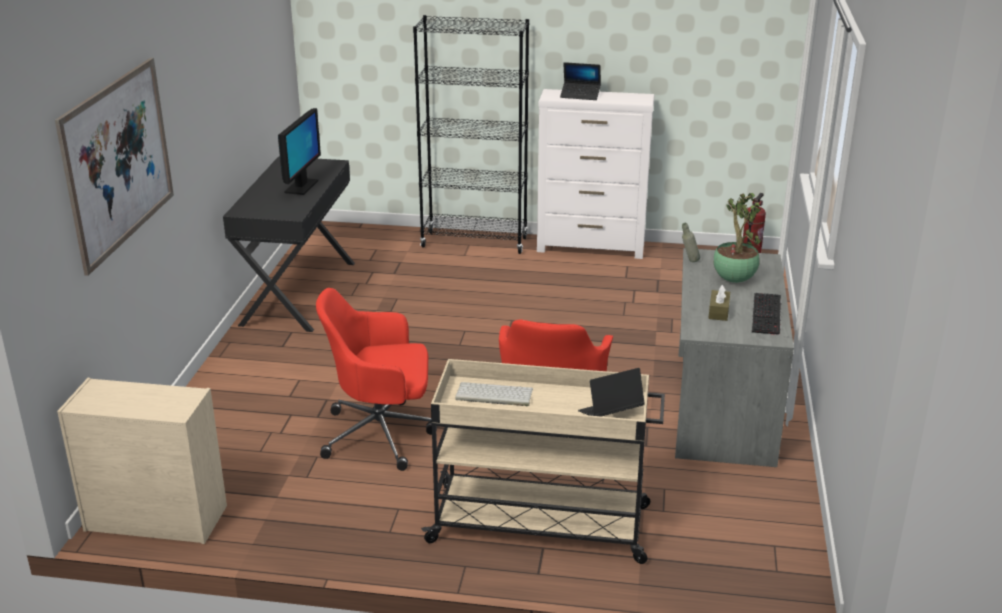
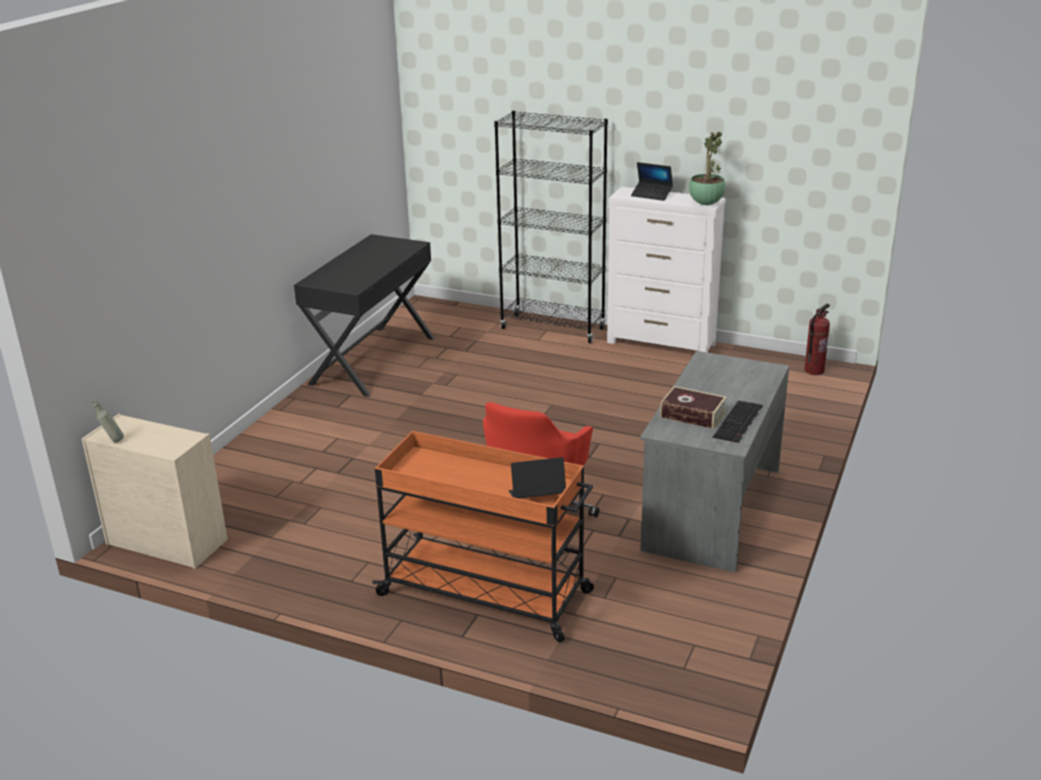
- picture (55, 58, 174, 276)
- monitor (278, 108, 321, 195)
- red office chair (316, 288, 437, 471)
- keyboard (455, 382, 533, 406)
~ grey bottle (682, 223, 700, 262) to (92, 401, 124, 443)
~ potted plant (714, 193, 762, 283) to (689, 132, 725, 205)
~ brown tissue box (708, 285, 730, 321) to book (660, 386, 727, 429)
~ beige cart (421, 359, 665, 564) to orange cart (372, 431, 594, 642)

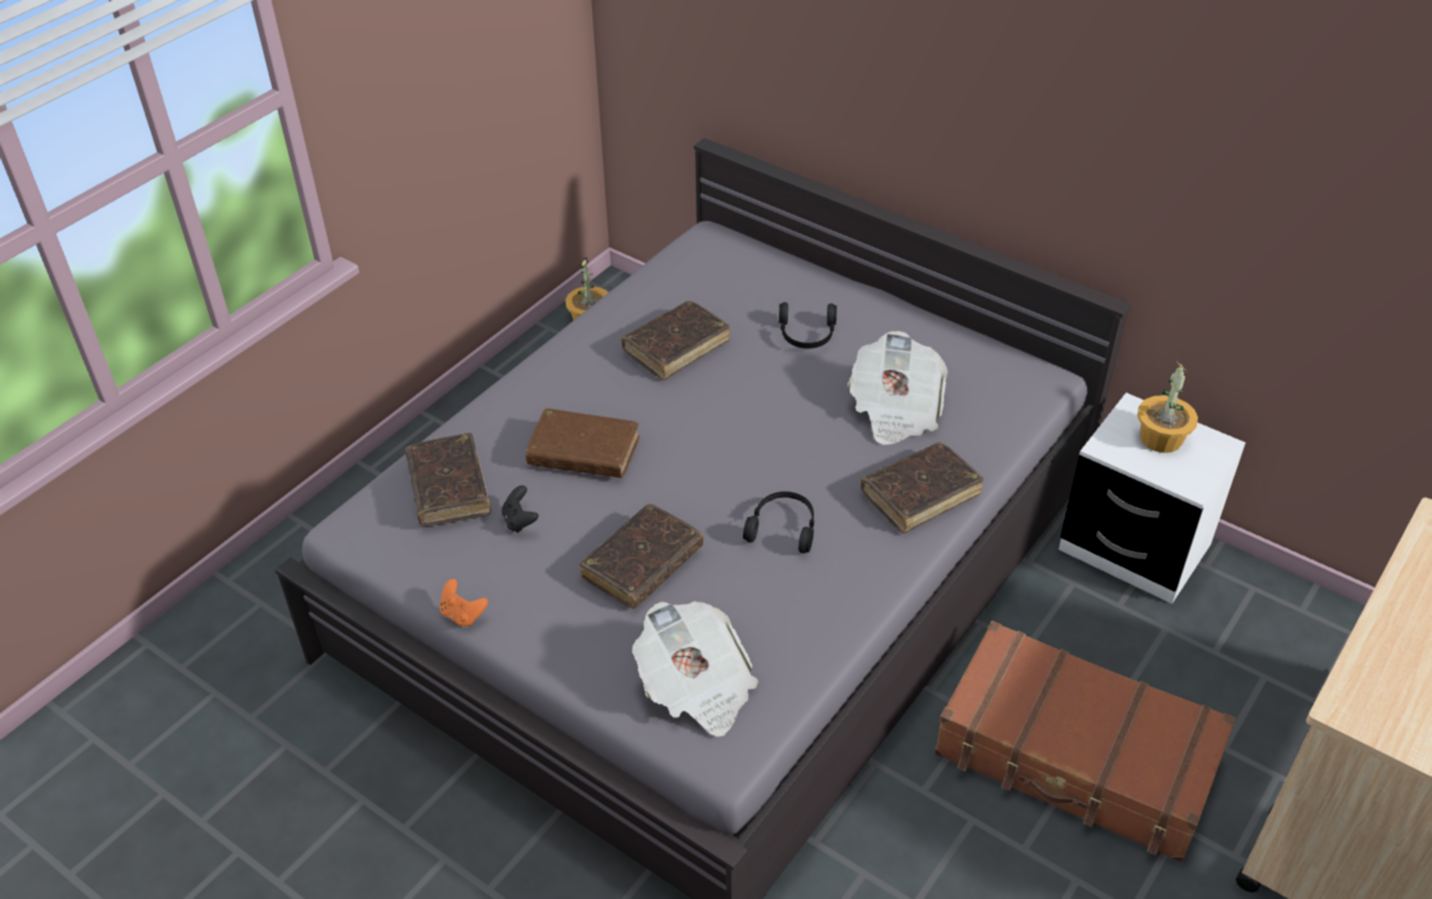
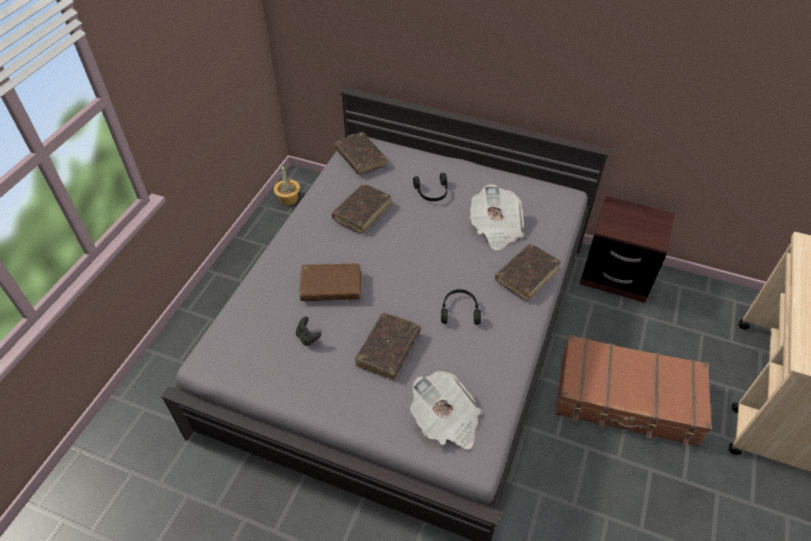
- orange game controller (440, 579, 488, 627)
- potted plant (1137, 360, 1198, 453)
~ brown book (405, 433, 491, 526) to (335, 132, 387, 175)
~ white nightstand (1059, 393, 1246, 604) to brown nightstand (580, 196, 675, 303)

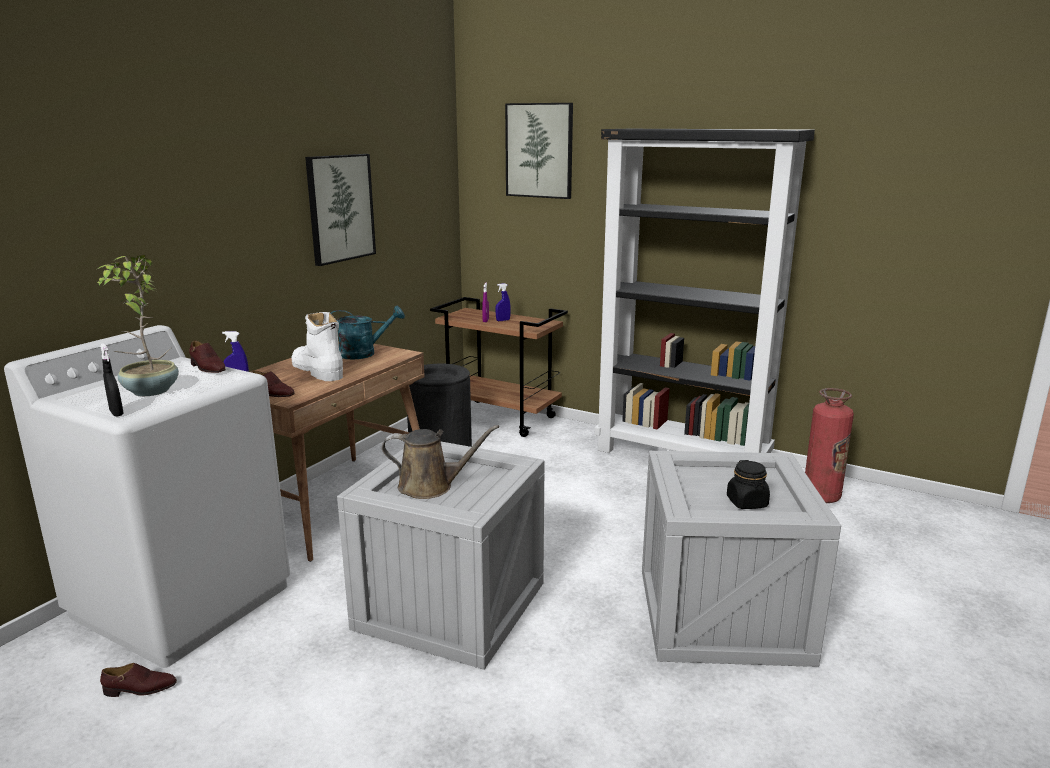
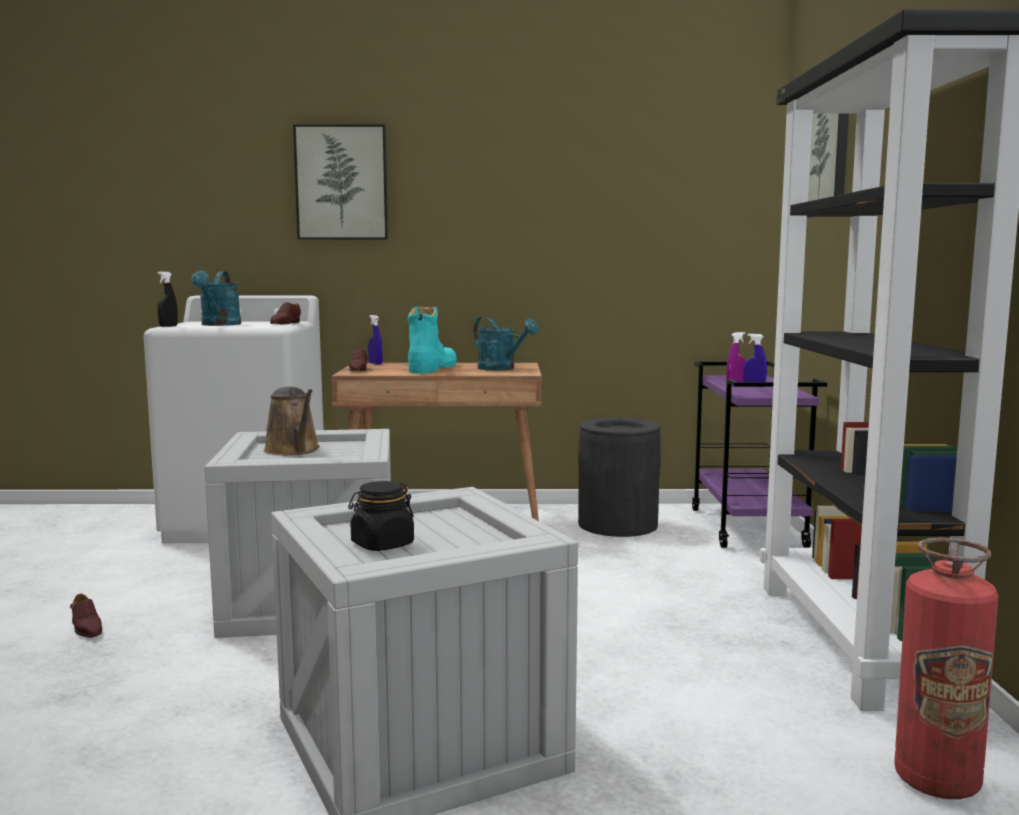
~ brown shoe (100, 663, 177, 697) to (70, 594, 102, 638)
~ picture (305, 154, 376, 266) to (293, 124, 388, 240)
~ potted plant (97, 255, 179, 396) to turquoise watering can (191, 271, 241, 326)
~ white boot (291, 312, 343, 381) to turquoise boot (407, 307, 457, 374)
~ brown cart (430, 297, 568, 437) to purple cart (692, 362, 827, 548)

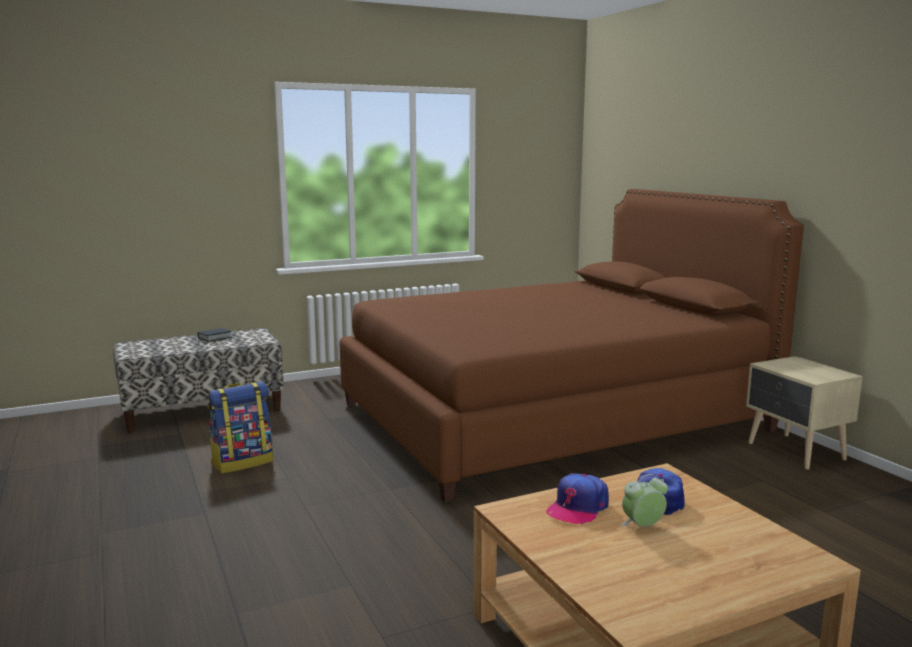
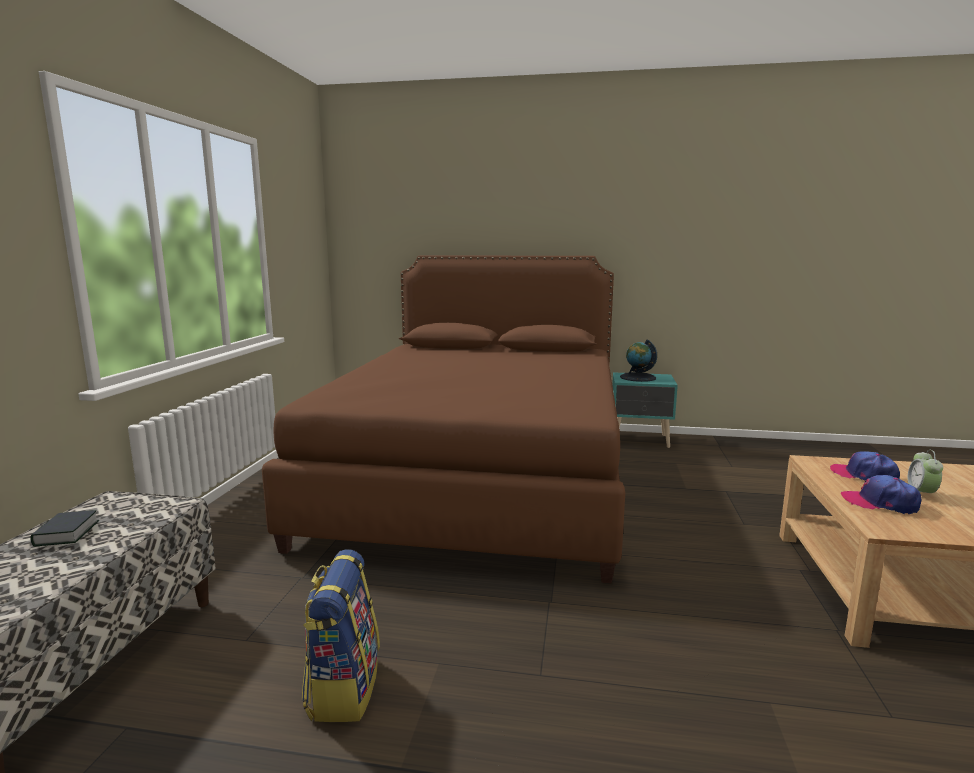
+ globe (620, 340, 657, 382)
~ beige nightstand (746, 356, 863, 470) to turquoise nightstand (612, 372, 678, 448)
~ cap (546, 473, 609, 525) = (841, 475, 921, 514) 135 degrees clockwise

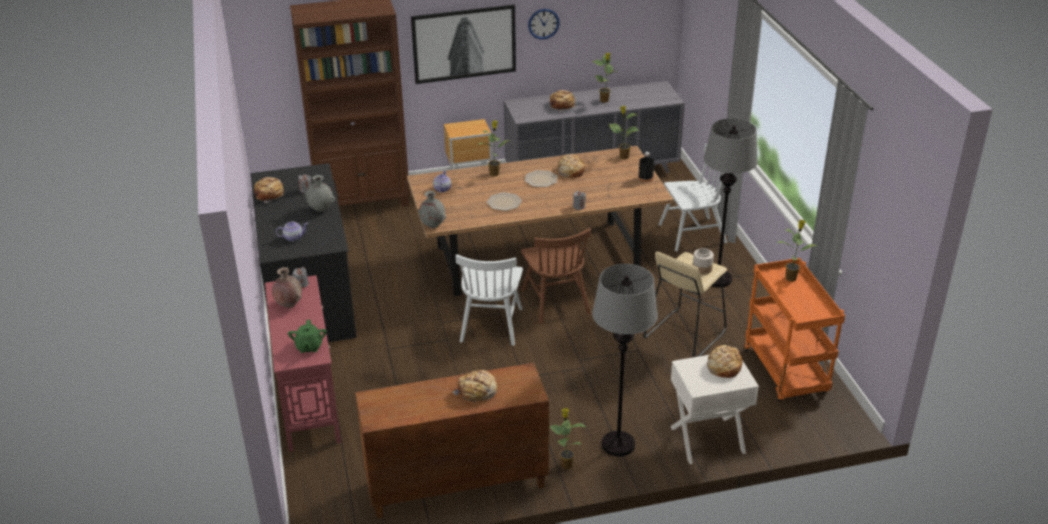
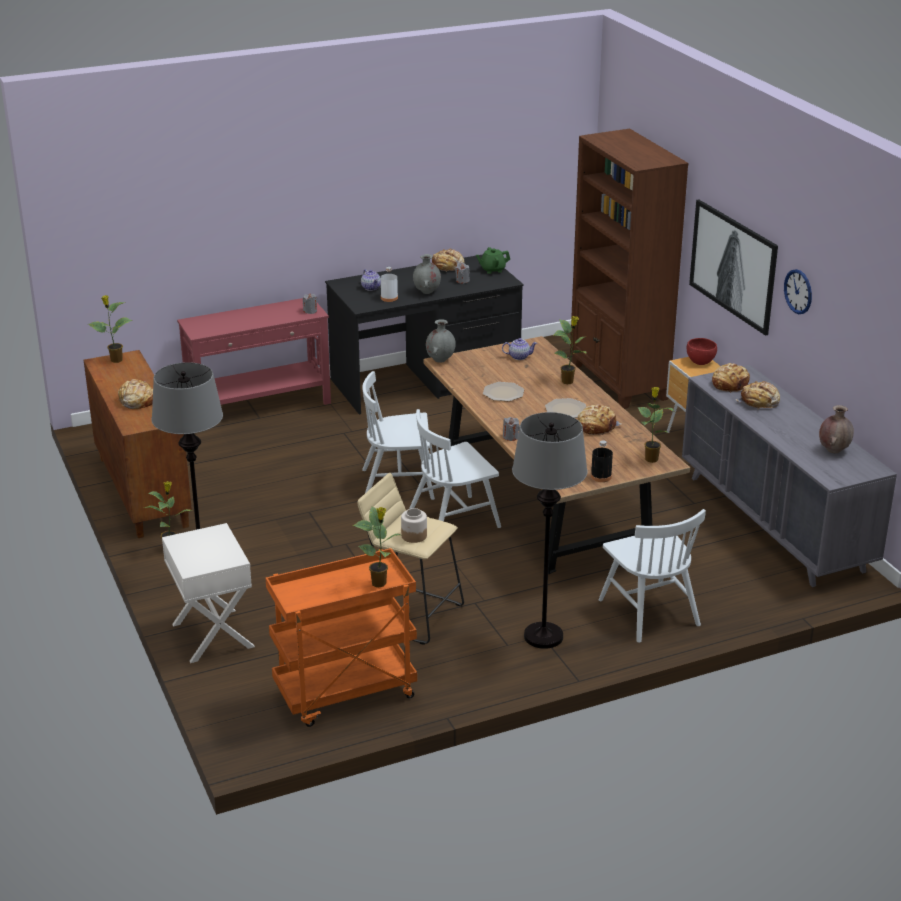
+ white bottle (381, 267, 398, 302)
+ red bowl (687, 338, 717, 365)
~ brown vase (272, 267, 302, 308) to (819, 405, 854, 453)
~ green teapot (288, 320, 327, 353) to (476, 247, 510, 274)
~ potted plant (592, 53, 618, 103) to (88, 295, 132, 363)
~ bread (707, 345, 743, 378) to (712, 363, 750, 393)
~ brown chair (521, 228, 591, 324) to white chair (409, 409, 501, 528)

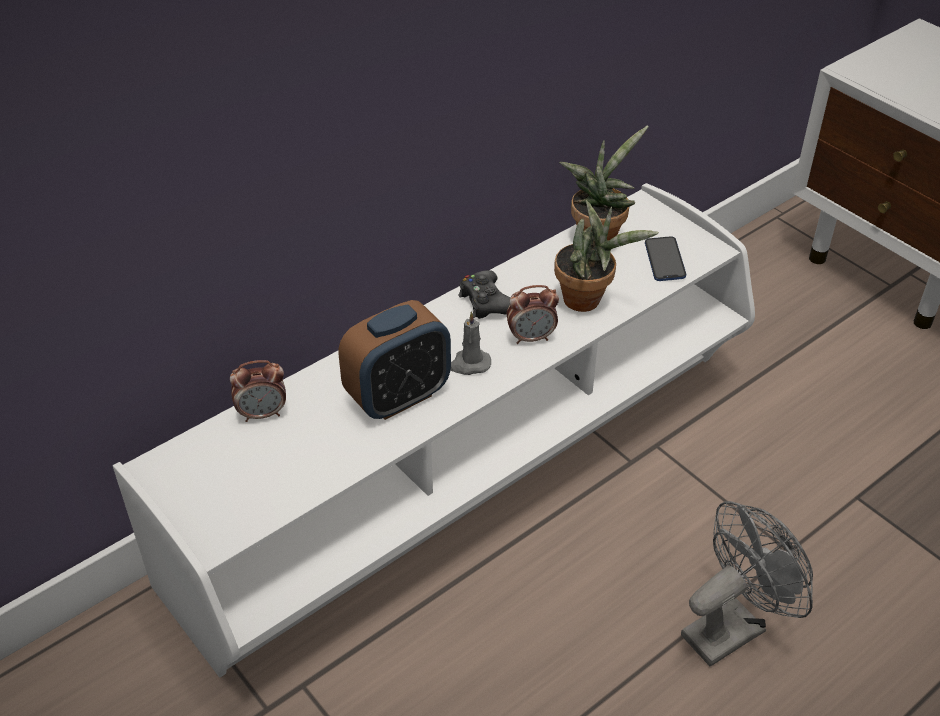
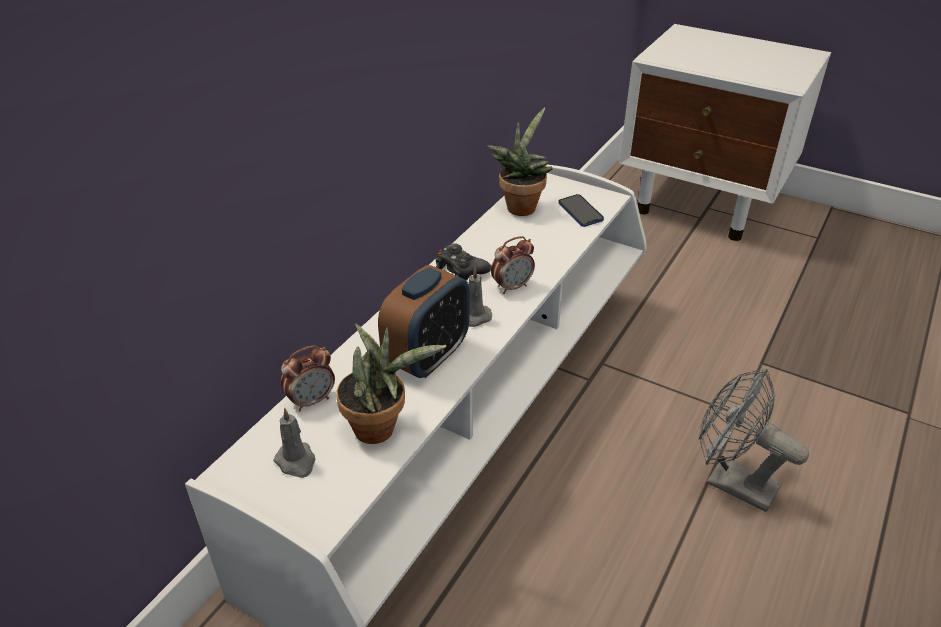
+ grey candle (273, 408, 315, 478)
~ potted plant (554, 200, 659, 312) to (336, 323, 447, 444)
~ grey fan (681, 501, 813, 667) = (699, 369, 809, 512) 90 degrees counterclockwise

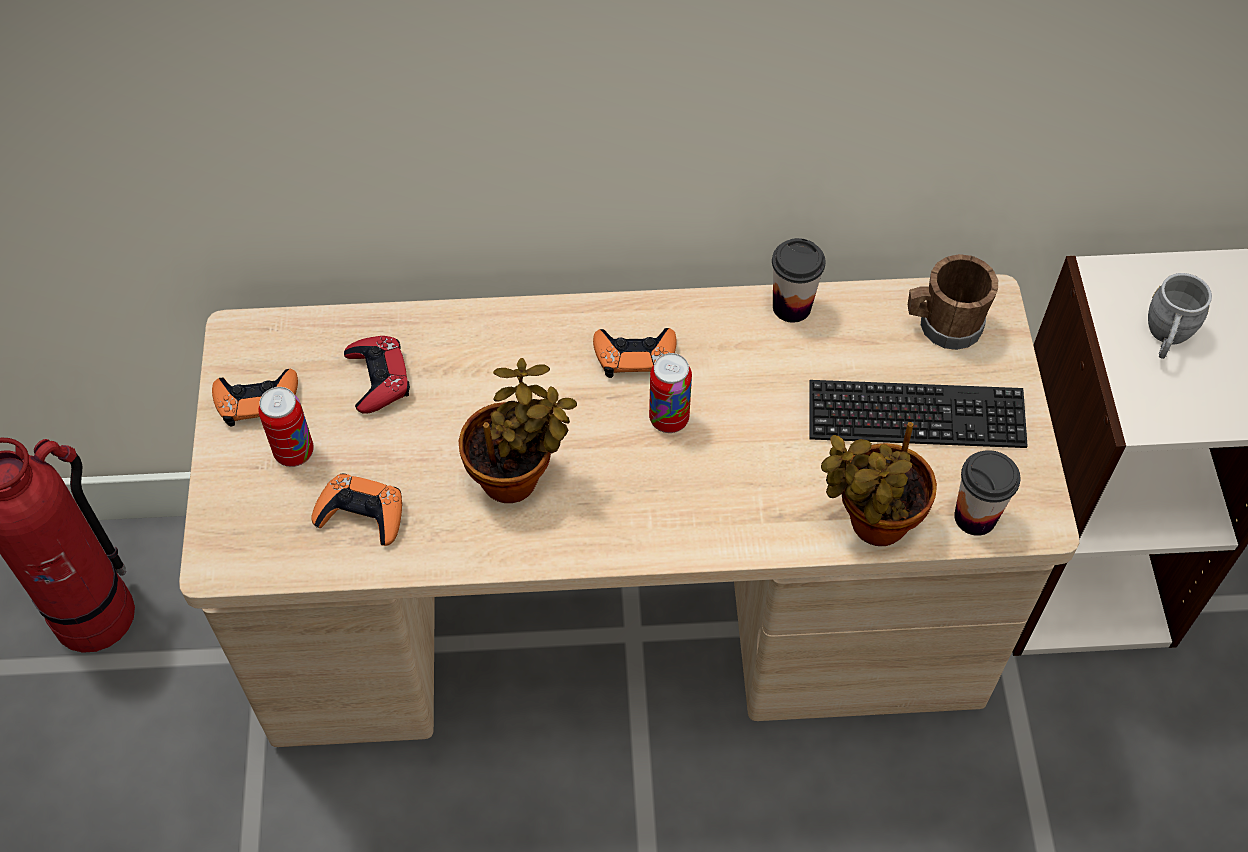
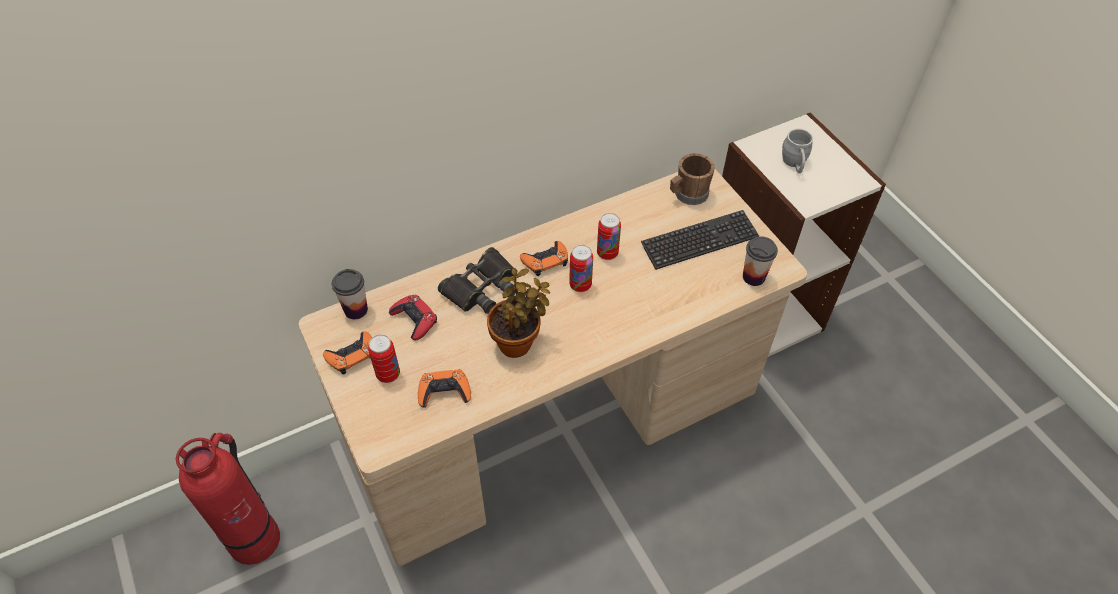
- potted plant (821, 422, 937, 546)
+ black binoculars (438, 247, 517, 314)
+ can (597, 213, 621, 260)
~ cup (772, 238, 825, 323) to (332, 269, 368, 319)

